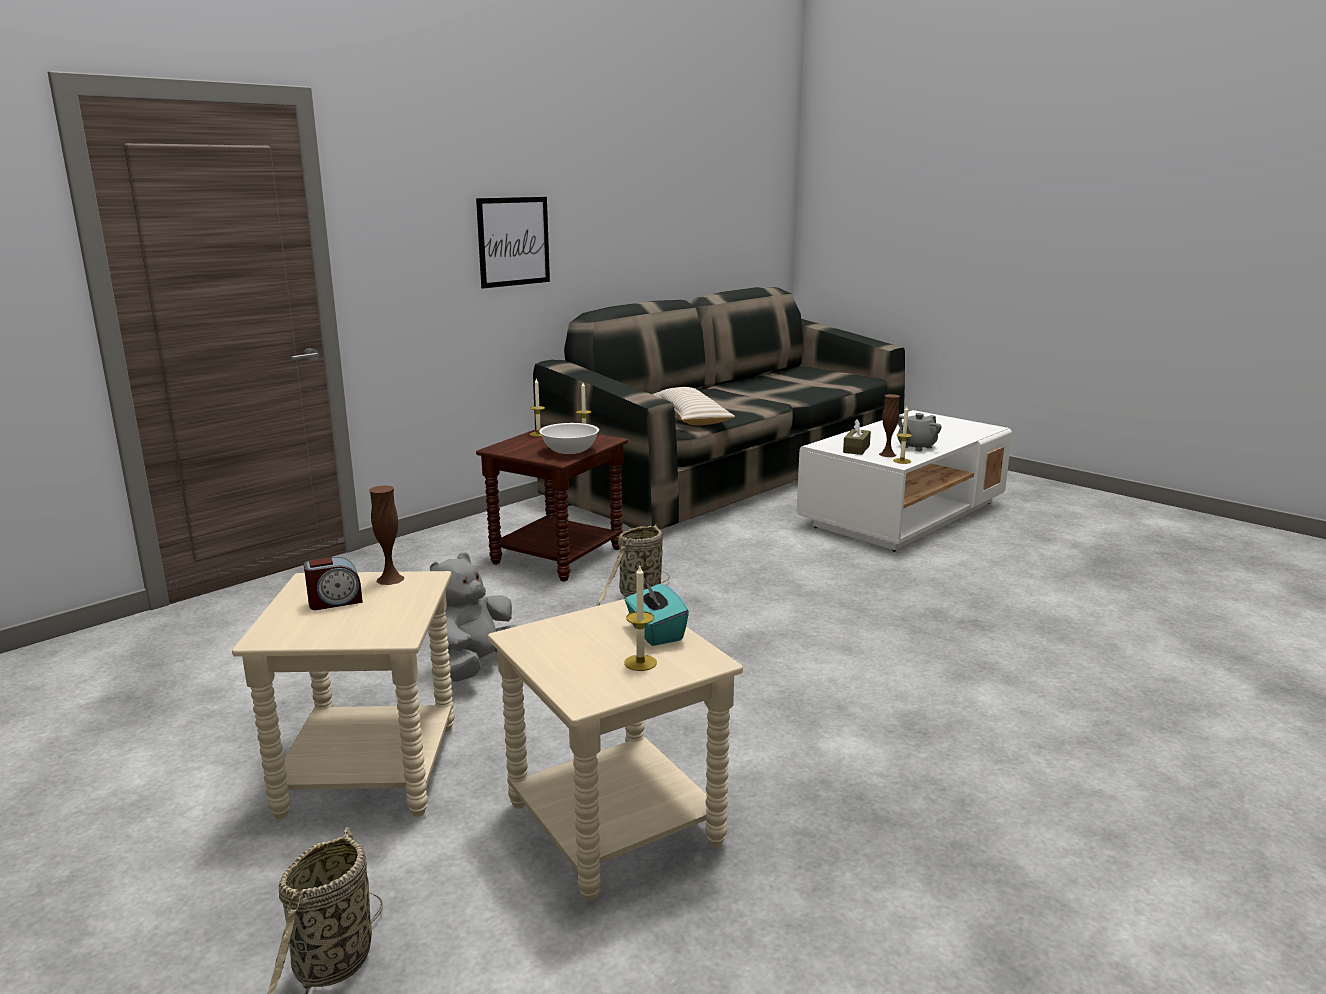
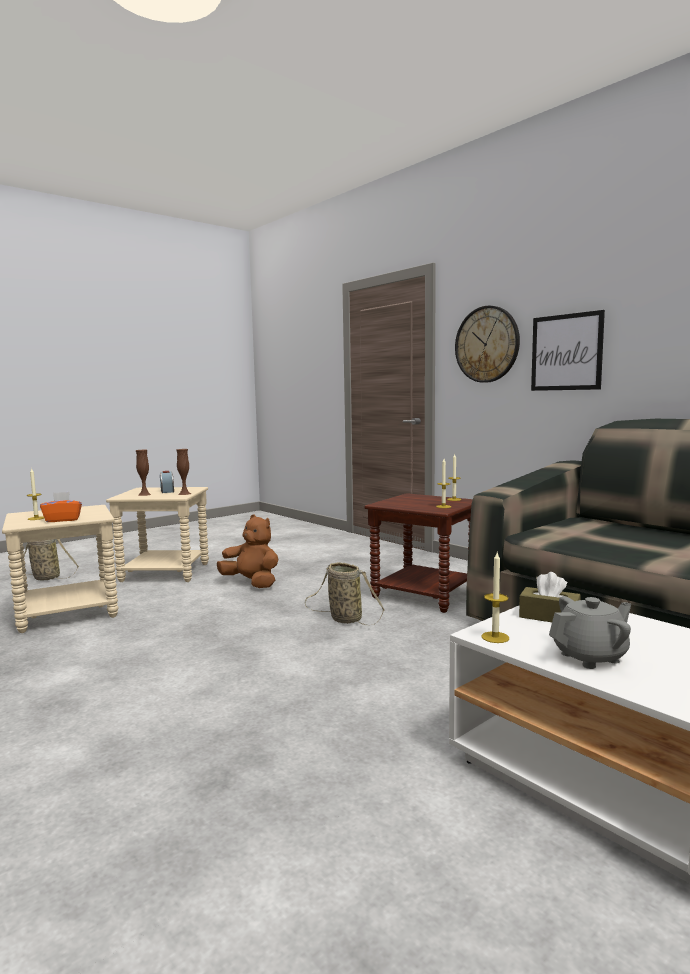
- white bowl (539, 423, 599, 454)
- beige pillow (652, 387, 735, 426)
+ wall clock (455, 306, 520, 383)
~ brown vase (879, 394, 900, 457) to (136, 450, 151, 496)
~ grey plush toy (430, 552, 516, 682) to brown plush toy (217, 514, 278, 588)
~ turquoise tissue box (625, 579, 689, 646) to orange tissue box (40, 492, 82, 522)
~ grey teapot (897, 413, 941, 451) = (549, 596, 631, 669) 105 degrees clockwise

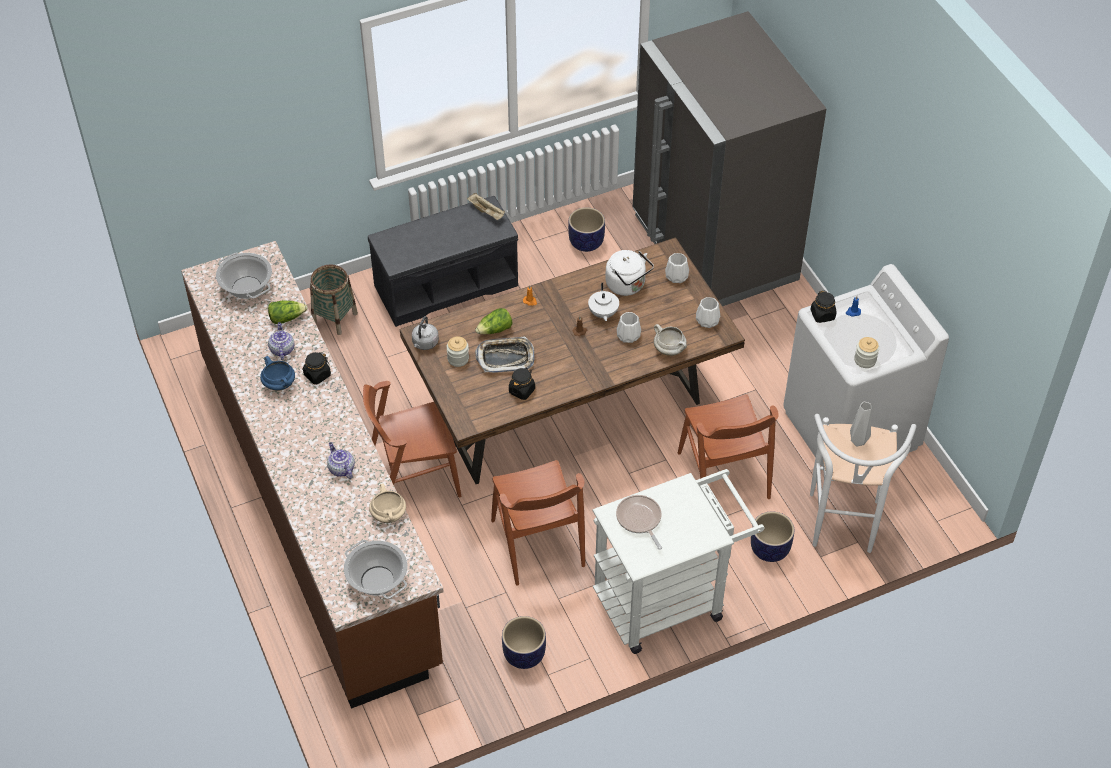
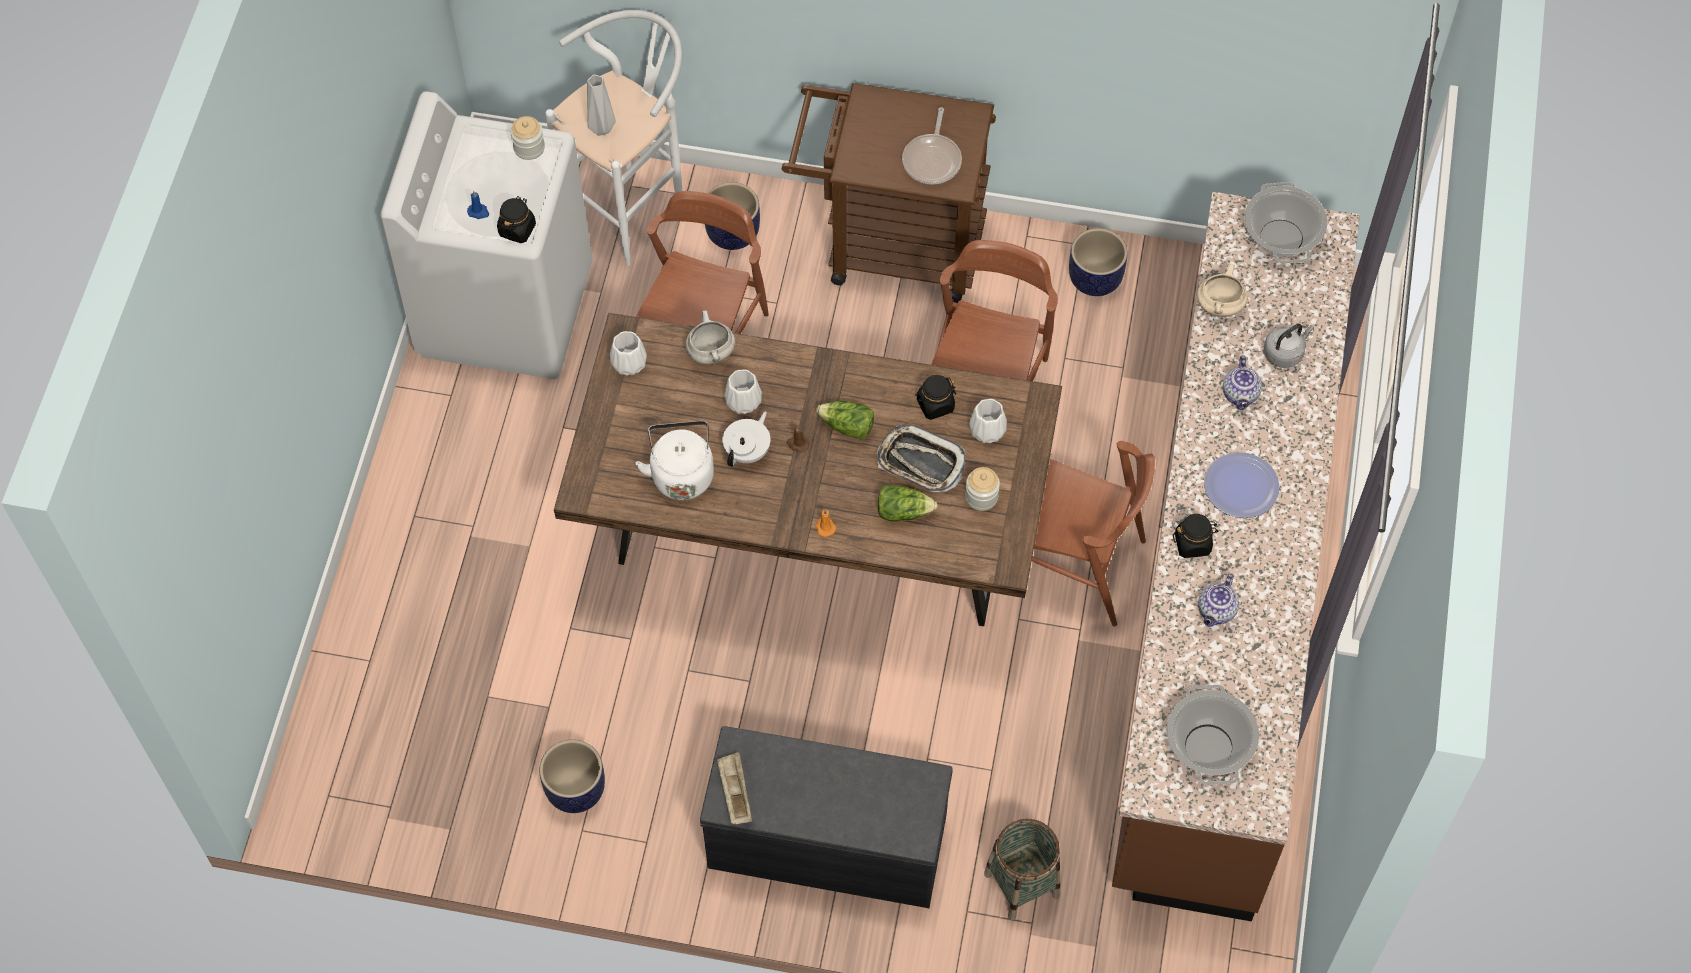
- blue cooking pot (260, 356, 295, 391)
- grey fridge (633, 11, 826, 306)
+ plate (1204, 452, 1279, 518)
~ lettuce (268, 300, 308, 324) to (816, 401, 874, 440)
~ grey kettle (412, 316, 439, 350) to (1264, 324, 1314, 368)
~ white vase (665, 253, 689, 283) to (970, 399, 1007, 443)
~ white cart (592, 469, 765, 654) to brown cart (782, 83, 996, 303)

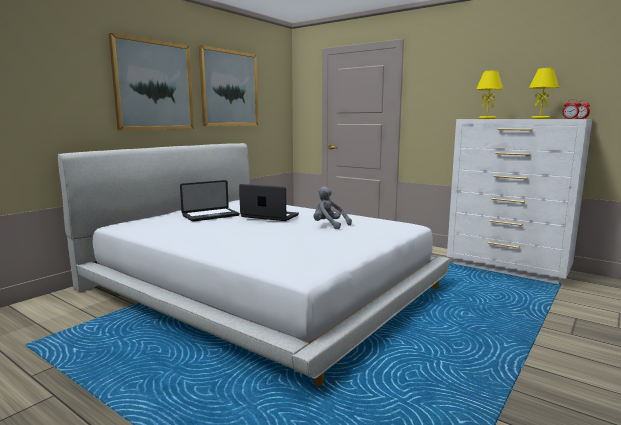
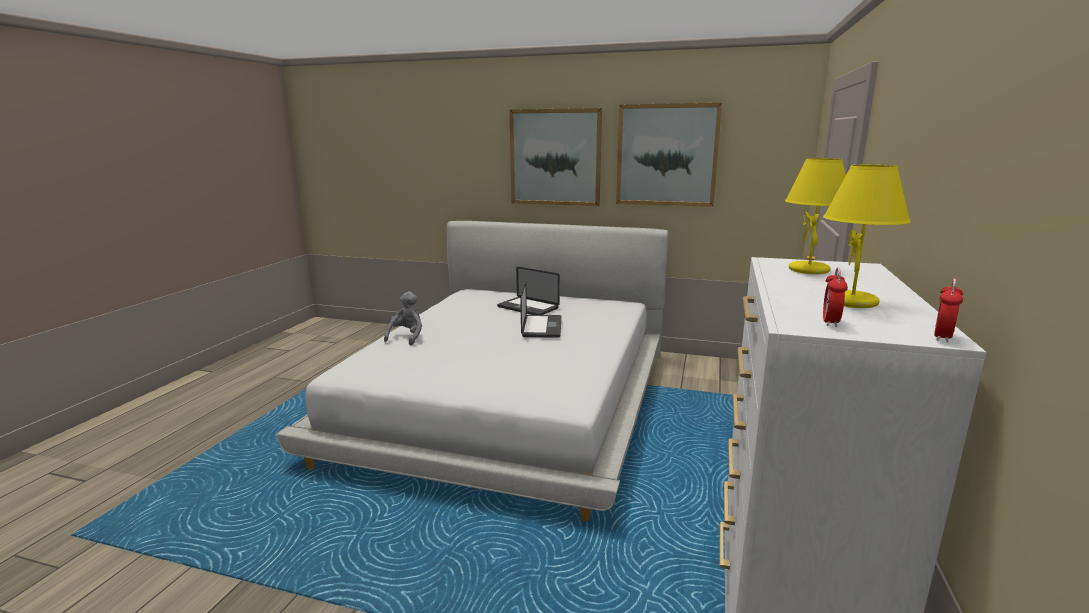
~ grey plush toy (313, 186, 352, 229) to (384, 291, 422, 345)

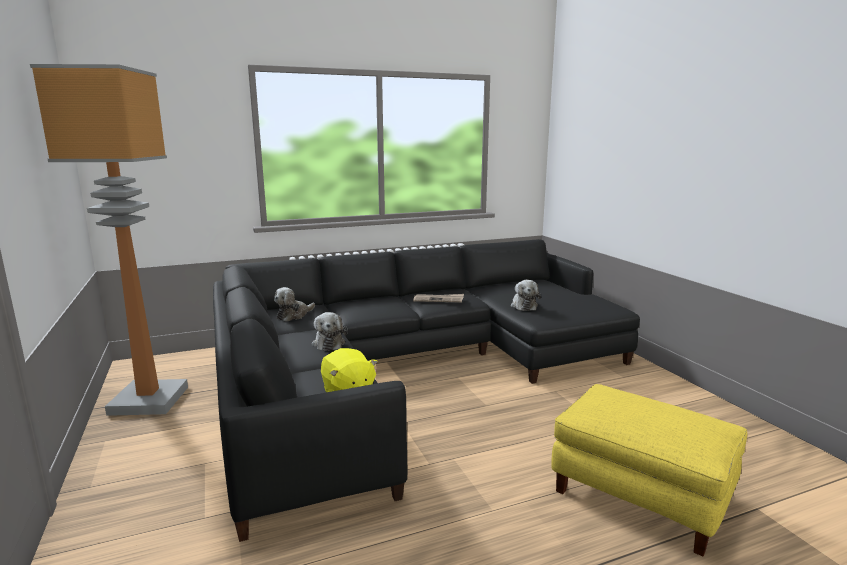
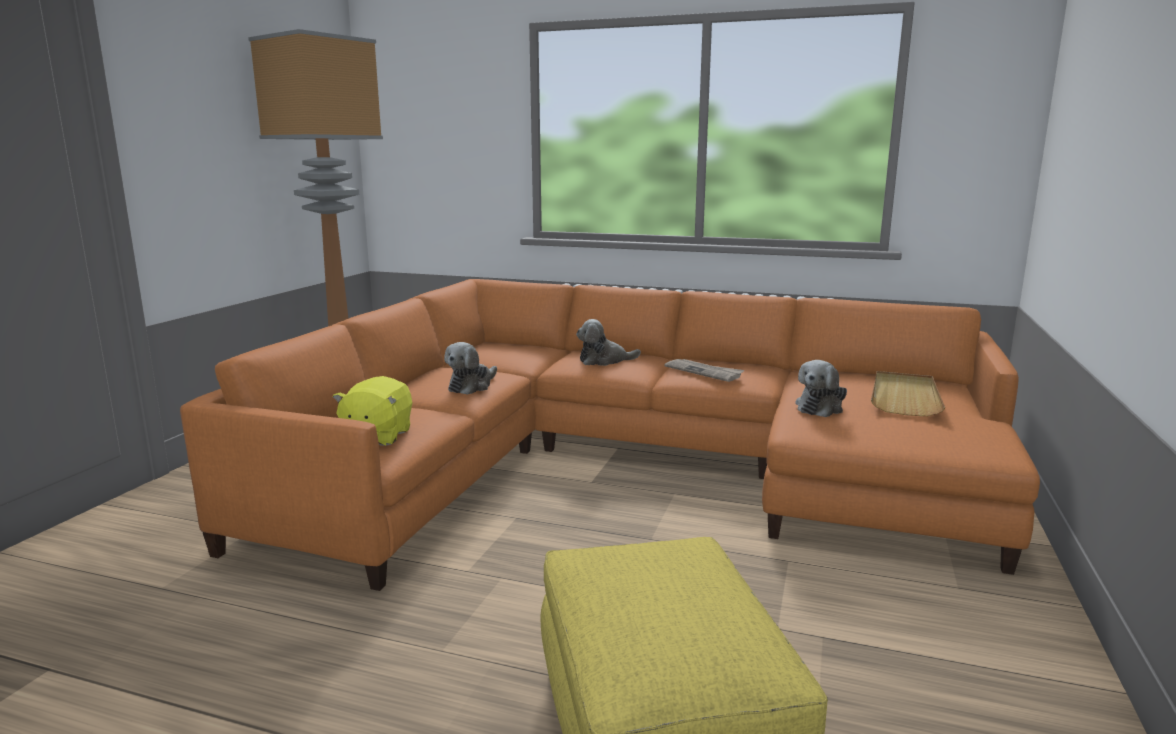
+ beige tray (871, 371, 945, 417)
~ plush toy (274, 287, 315, 322) to (576, 319, 641, 366)
~ black sofa (213, 239, 640, 542) to orange sofa (180, 279, 1040, 591)

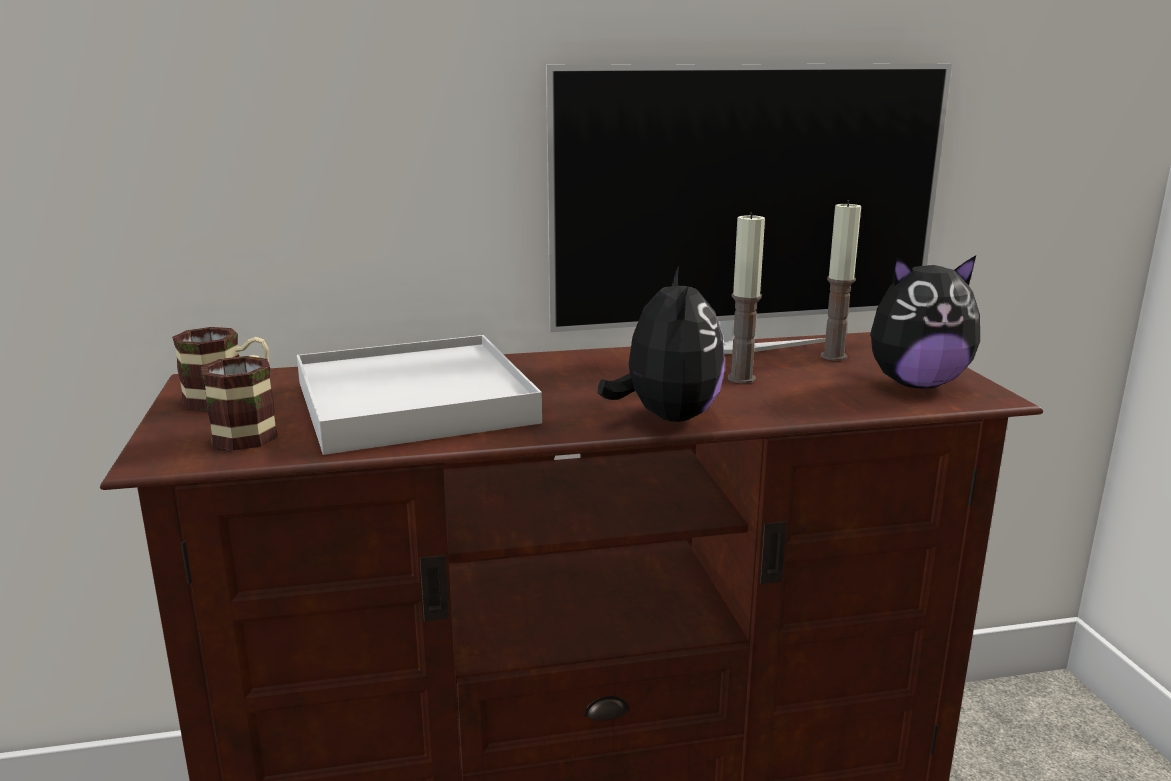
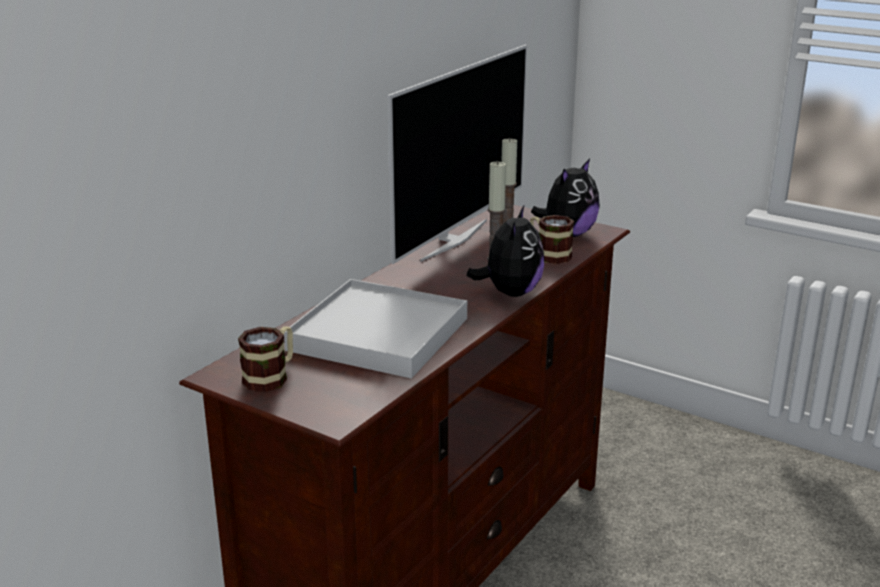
~ mug (201, 355, 278, 451) to (530, 215, 574, 264)
~ plush toy (598, 266, 725, 422) = (467, 206, 544, 297) 60 degrees clockwise

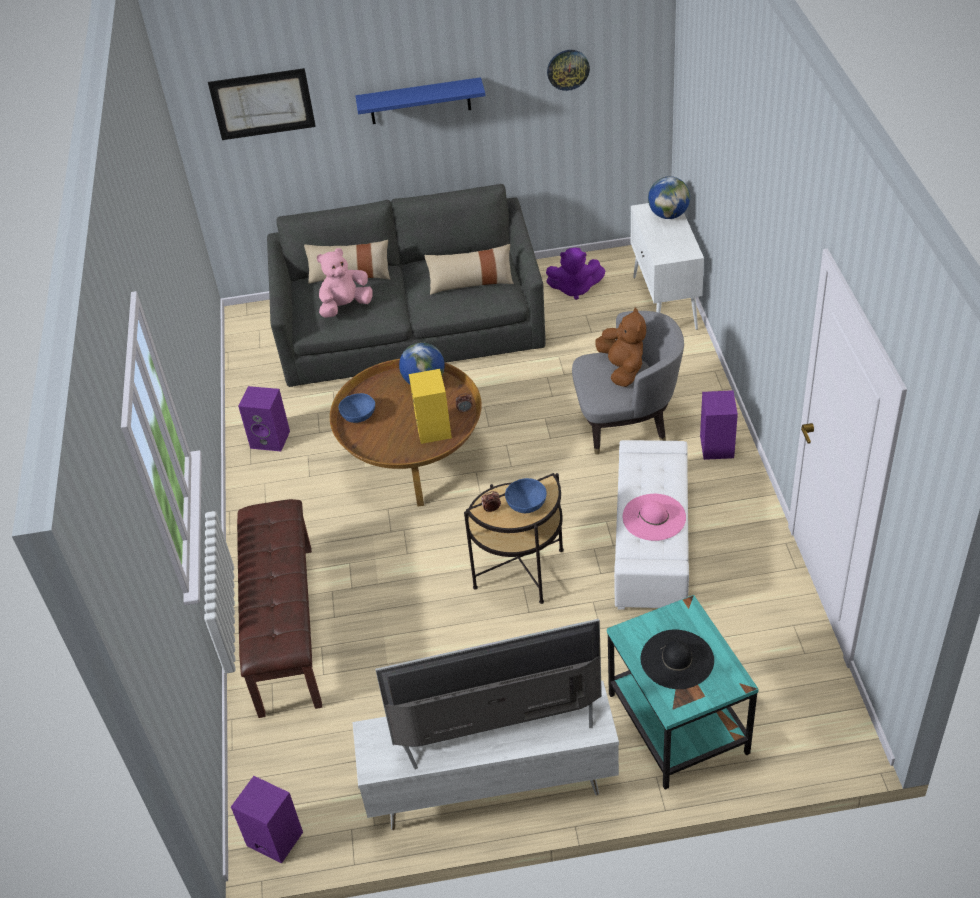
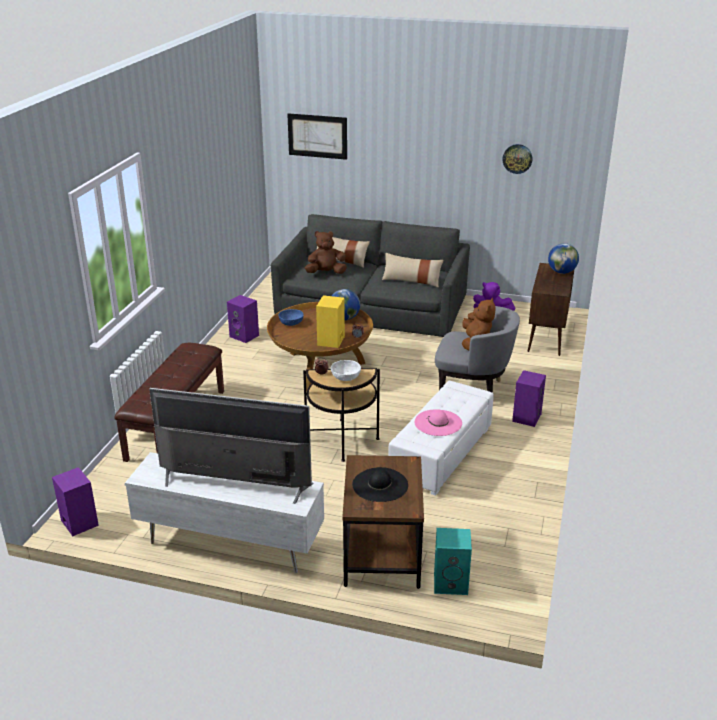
- blue shelf (355, 77, 486, 124)
+ turquoise speaker (434, 528, 472, 595)
~ pink plush toy (317, 248, 373, 318) to brown plush toy (305, 231, 347, 274)
~ blue bowl (505, 478, 547, 513) to white bowl (331, 360, 361, 381)
~ turquoise side table (607, 595, 759, 789) to brown side table (342, 455, 424, 589)
~ white cabinet (631, 203, 704, 330) to brown cabinet (528, 263, 574, 356)

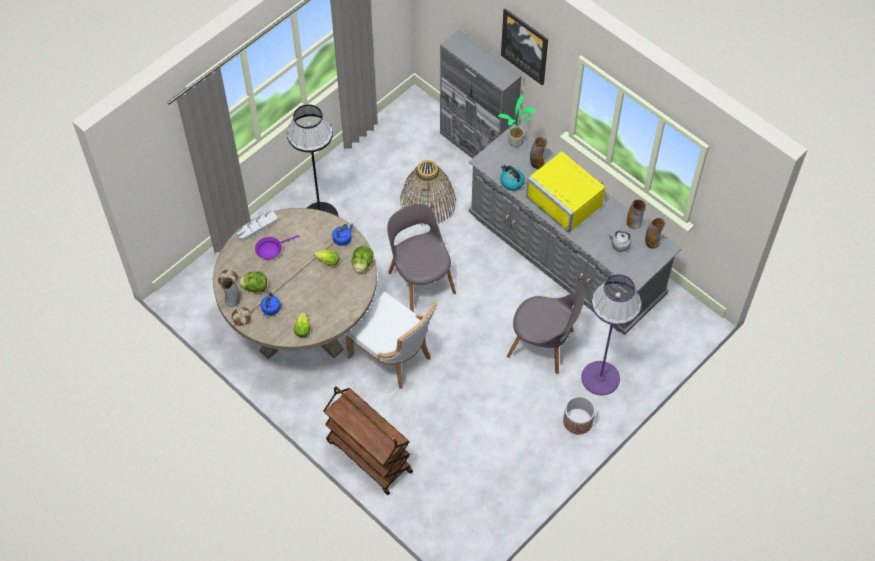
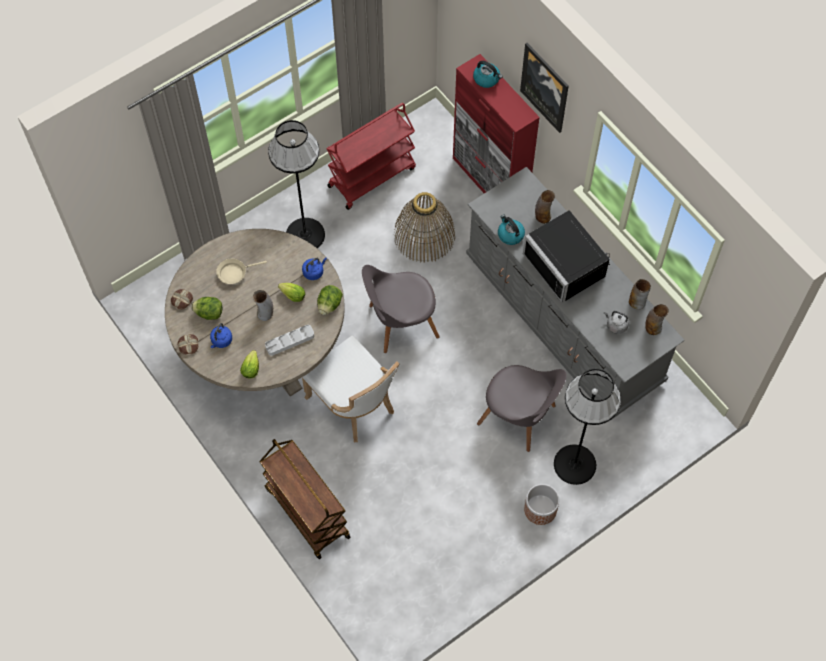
- potted plant (498, 95, 536, 147)
+ red cart (327, 103, 416, 210)
+ kettle (473, 61, 503, 88)
~ vase (220, 277, 240, 307) to (253, 290, 273, 321)
~ grey tray (236, 211, 278, 241) to (265, 325, 314, 356)
~ purple frying pan (255, 235, 299, 259) to beige frying pan (216, 259, 267, 284)
~ grey cabinet (440, 30, 522, 159) to red cabinet (453, 54, 540, 193)
~ yellow microwave (526, 151, 605, 233) to black microwave (523, 210, 610, 303)
~ purple floor lamp (581, 274, 642, 395) to black floor lamp (554, 369, 621, 485)
~ grey chair (387, 204, 456, 312) = (362, 265, 440, 353) 90 degrees counterclockwise

